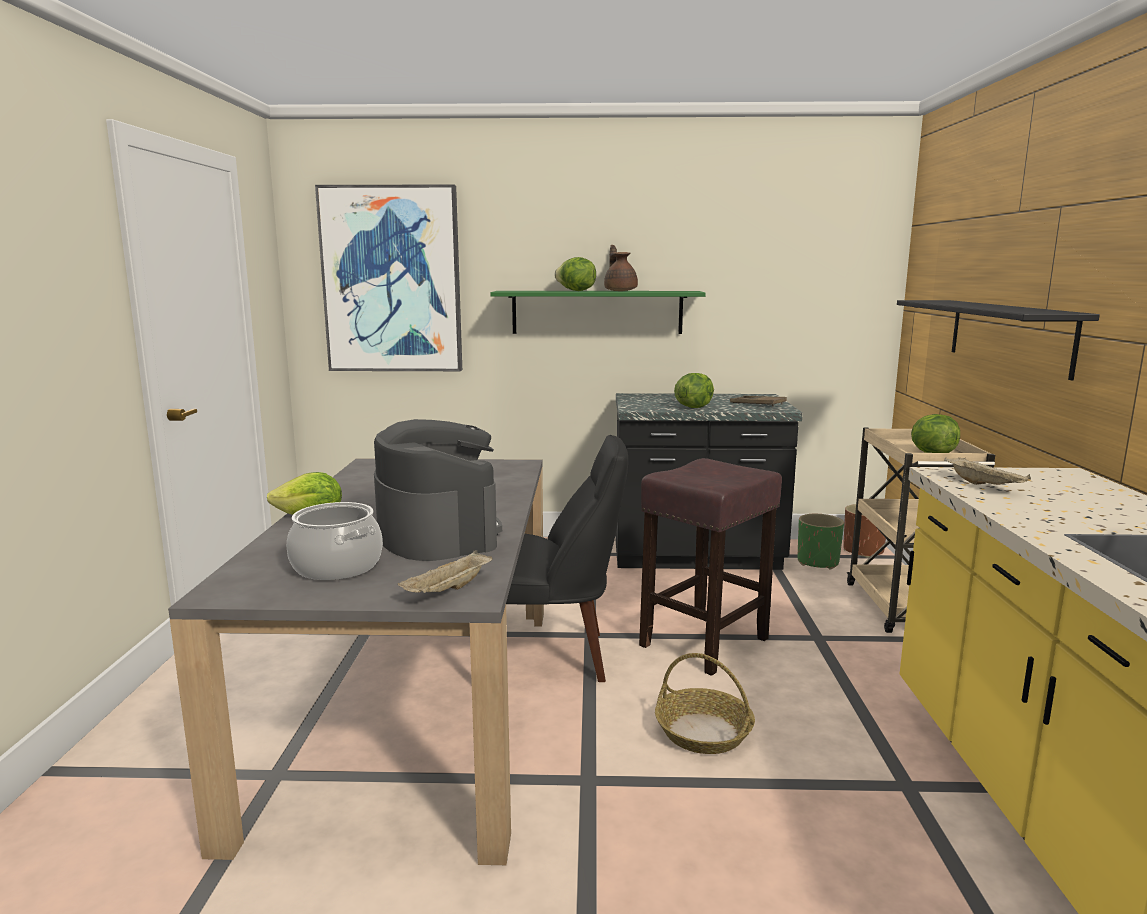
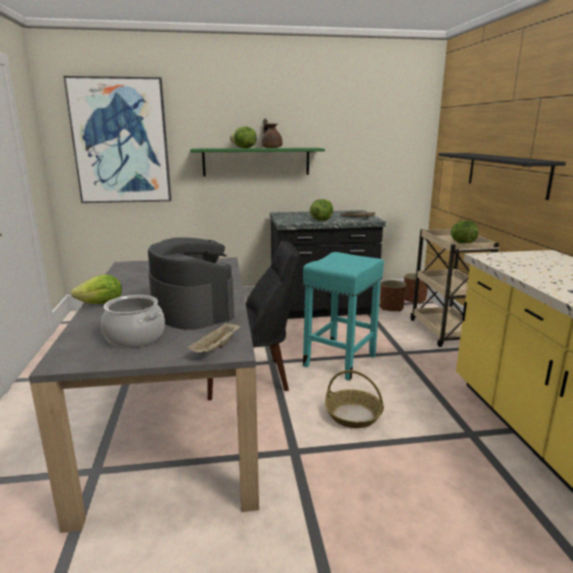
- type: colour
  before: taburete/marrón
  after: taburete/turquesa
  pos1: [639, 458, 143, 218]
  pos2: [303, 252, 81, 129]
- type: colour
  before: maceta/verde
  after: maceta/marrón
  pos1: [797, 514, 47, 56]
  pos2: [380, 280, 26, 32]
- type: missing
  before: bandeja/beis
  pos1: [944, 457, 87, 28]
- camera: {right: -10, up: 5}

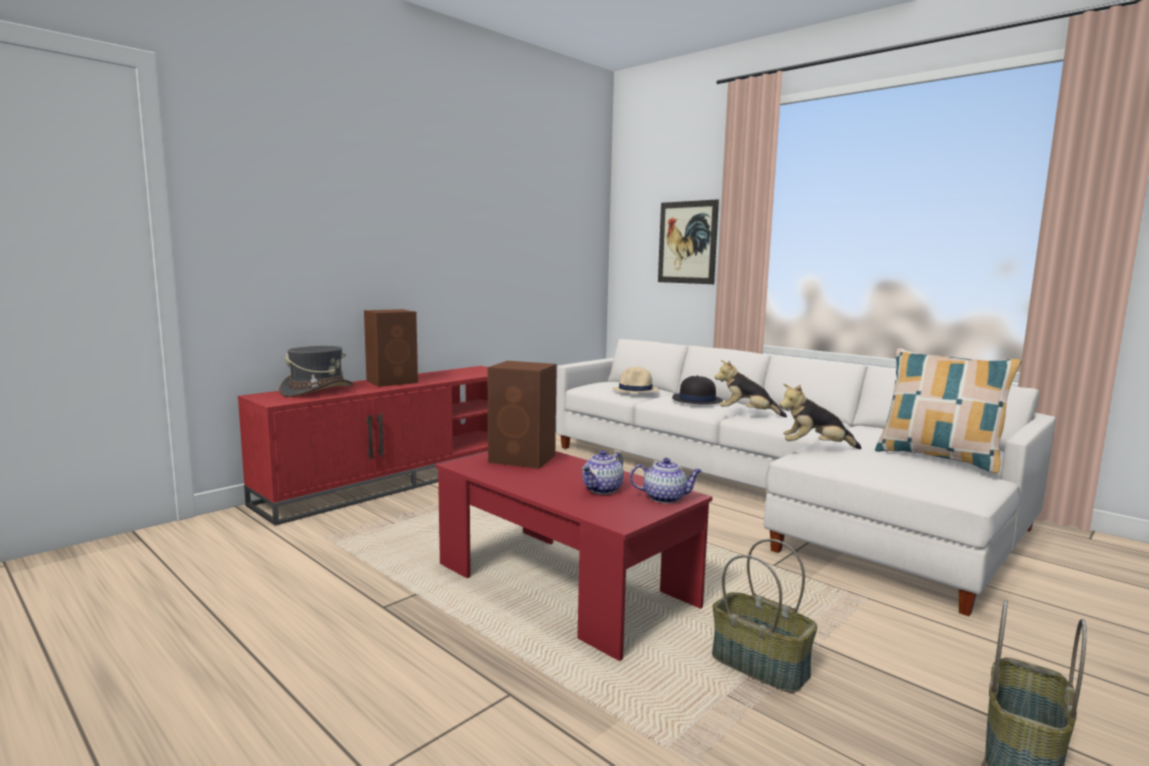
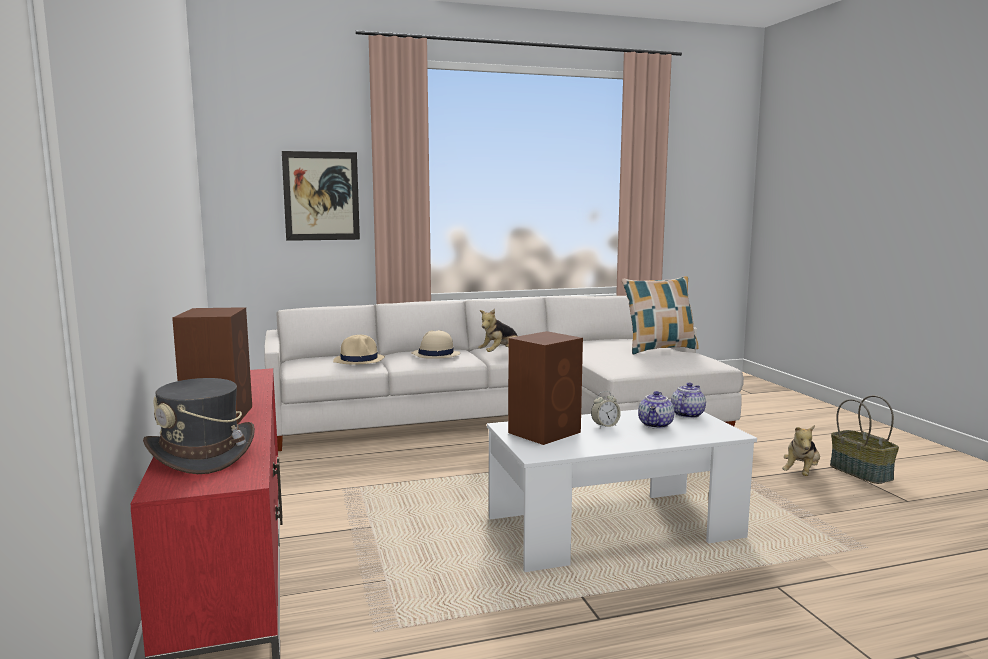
- type: colour
  before: mesa de centro/rojo
  after: mesa de centro/blanco
  pos1: [436, 451, 276, 210]
  pos2: [487, 410, 270, 162]
- type: spun
  before: tetera
  pos1: [582, 450, 42, 44]
  pos2: [638, 391, 36, 38]
  turn: 45
- type: colour
  before: sombrero/negro
  after: sombrero/beis
  pos1: [672, 375, 51, 29]
  pos2: [411, 330, 49, 29]
- type: missing
  before: cesta
  pos1: [712, 539, 106, 154]
- type: relocated
  before: peluche
  pos1: [779, 383, 83, 66]
  pos2: [782, 425, 38, 51]
- type: appeared
  after: despertador
  pos2: [591, 391, 30, 37]
- camera: {right: -60, up: 0}

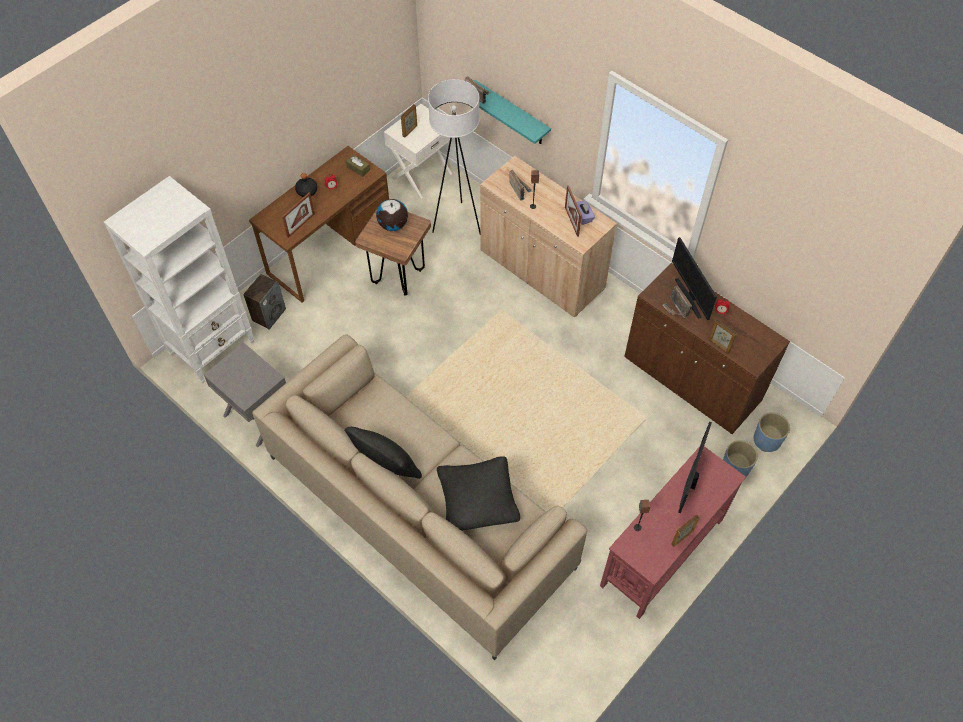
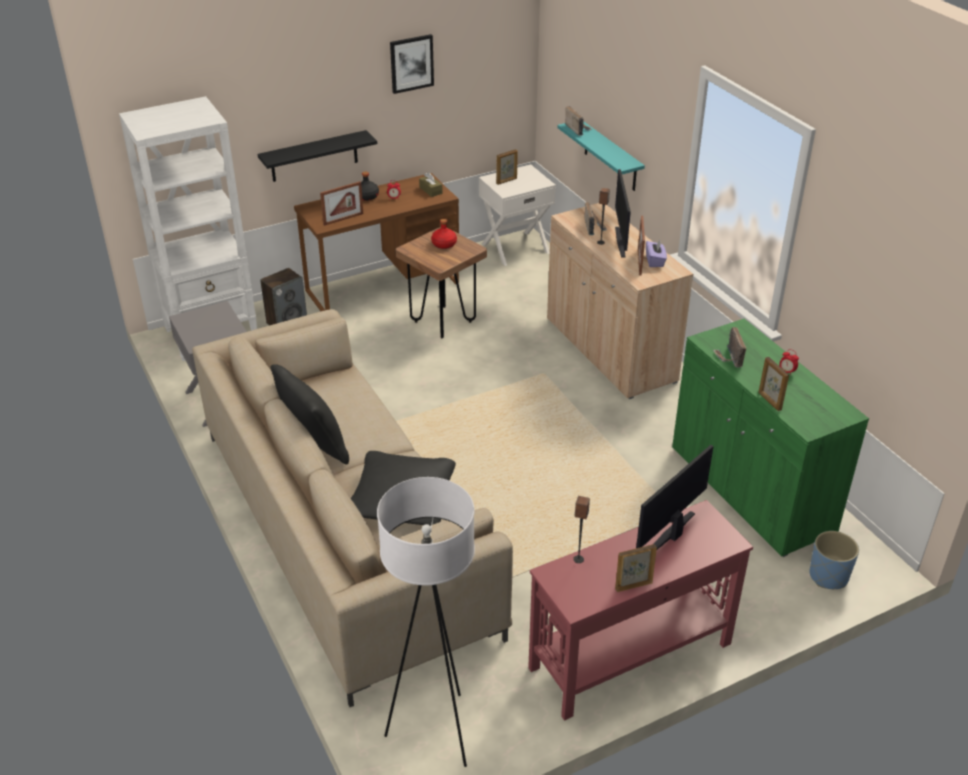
- type: exchanged
  before: globo terráqueo
  after: botella/rojo
  pos1: [376, 199, 32, 32]
  pos2: [431, 219, 26, 30]
- type: relocated
  before: lámpara de pie/blanco
  pos1: [428, 79, 52, 154]
  pos2: [377, 477, 98, 290]
- type: colour
  before: armario/marrón
  after: armario/verde
  pos1: [624, 263, 166, 171]
  pos2: [672, 319, 197, 238]
- type: relocated
  before: monitor
  pos1: [672, 237, 45, 83]
  pos2: [615, 169, 16, 89]
- type: missing
  before: maceta/azul
  pos1: [723, 440, 35, 37]
- type: appeared
  after: estante/negro
  pos2: [257, 130, 120, 52]
- type: appeared
  after: cuadro
  pos2: [390, 34, 44, 60]
- camera: {right: 20, up: -20}

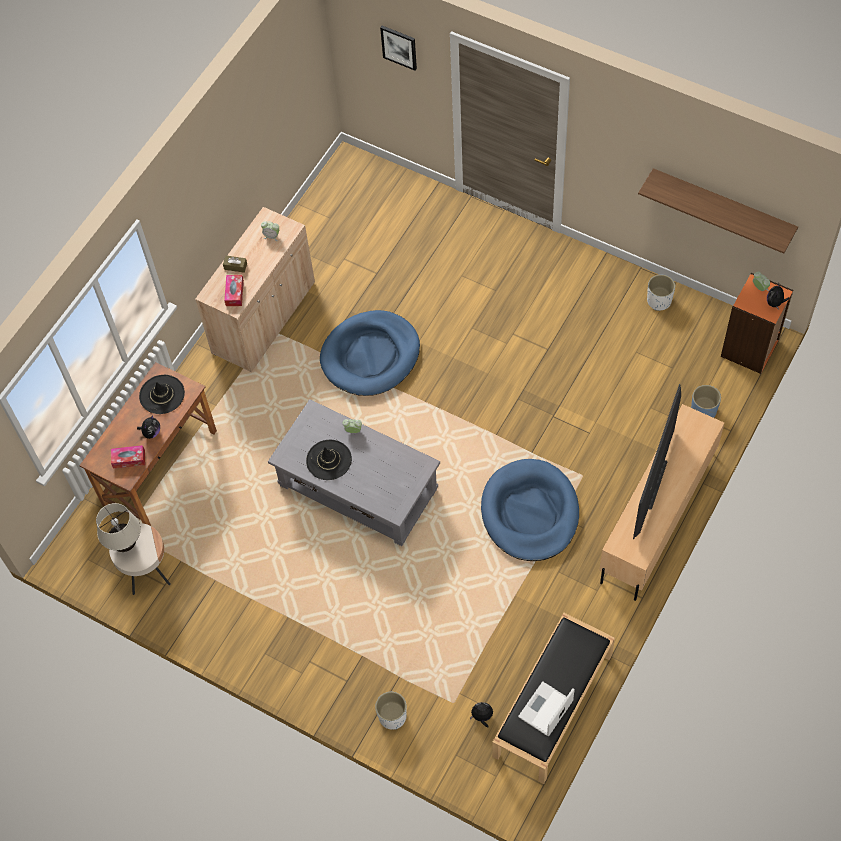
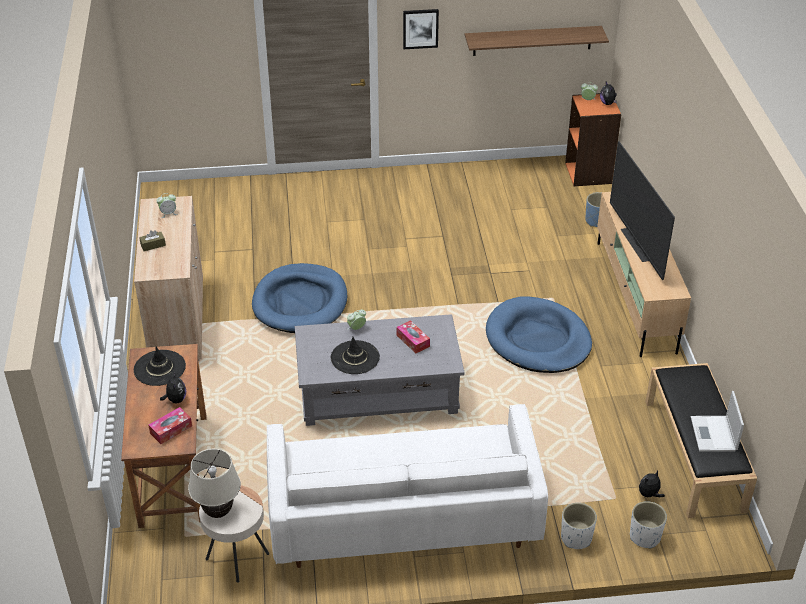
- type: relocated
  before: caja de pañuelos
  pos1: [224, 275, 20, 31]
  pos2: [396, 320, 34, 33]
- type: relocated
  before: cuadro
  pos1: [380, 26, 37, 45]
  pos2: [403, 9, 36, 40]
- type: relocated
  before: maceta/blanco
  pos1: [647, 275, 28, 36]
  pos2: [630, 501, 37, 48]
- type: appeared
  after: sofá/blanco
  pos2: [267, 404, 281, 164]
- camera: {right: -40, up: -20}

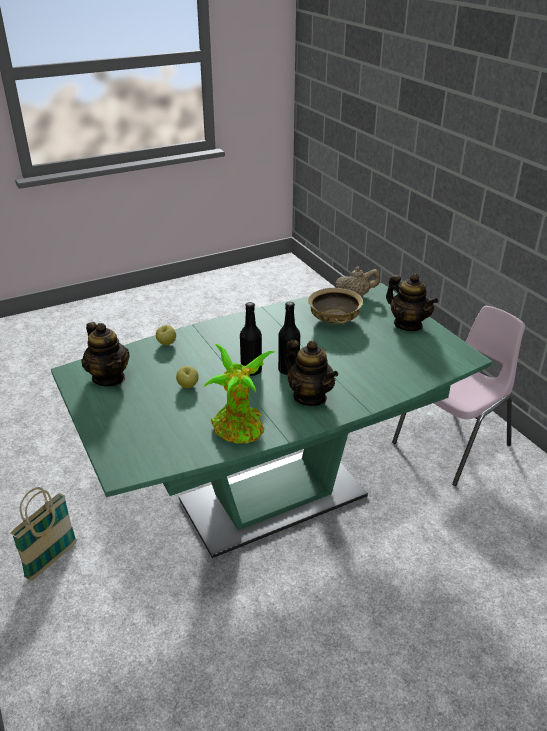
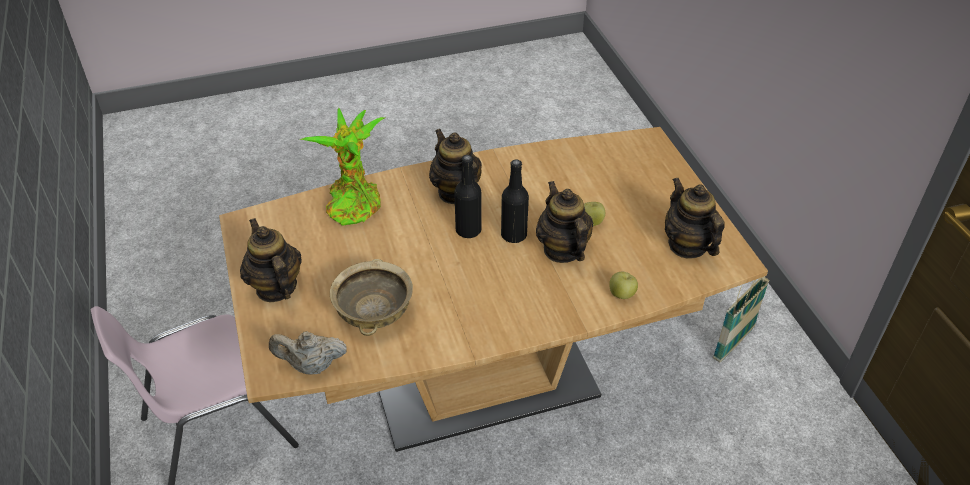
- type: colour
  before: mesa de comedor/verde
  after: mesa de comedor/marrón
  pos1: [51, 283, 442, 275]
  pos2: [219, 127, 549, 325]
- type: relocated
  before: planta en maceta
  pos1: [204, 344, 72, 100]
  pos2: [299, 108, 86, 118]
- type: appeared
  after: tetera
  pos2: [536, 181, 57, 82]
- camera: {right: -170, up: 10}

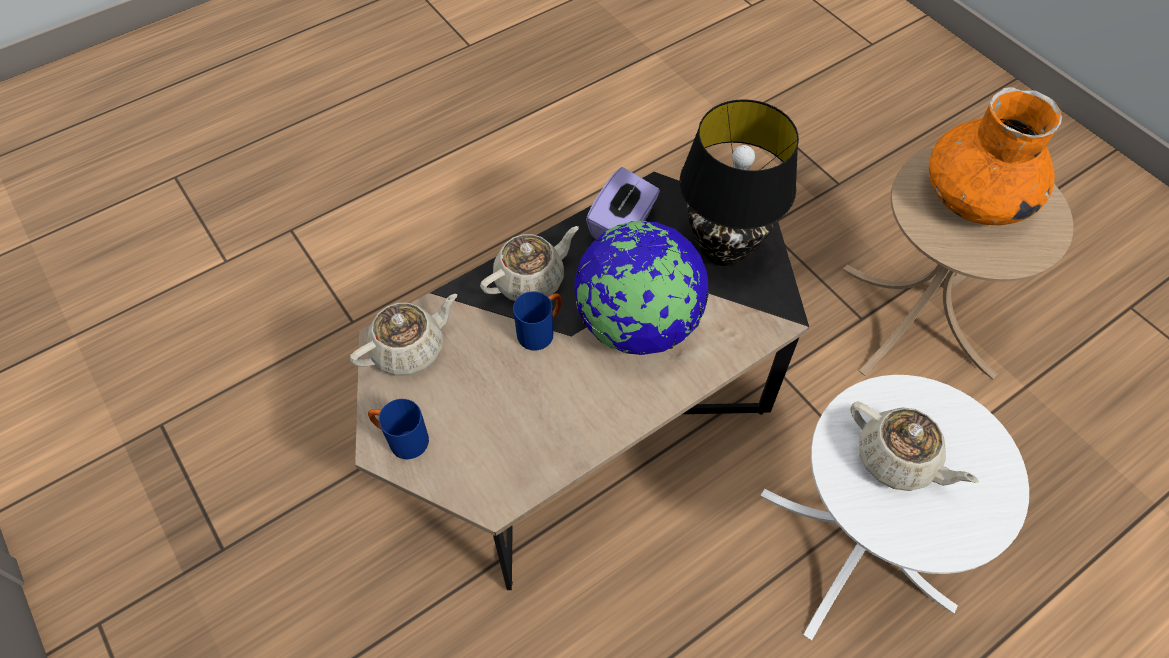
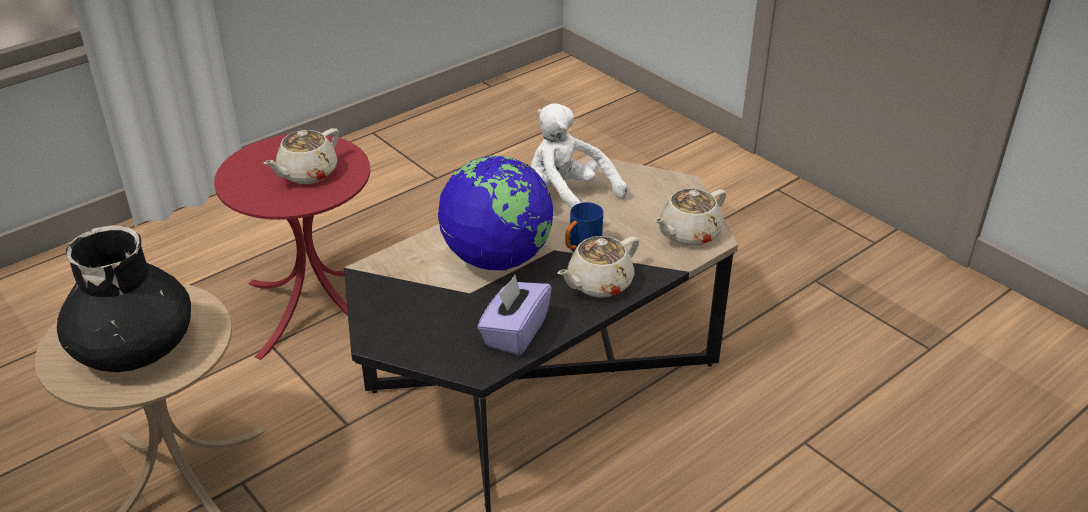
- type: missing
  before: taza grande/azul
  pos1: [368, 399, 61, 60]
- type: missing
  before: lámpara de mesa/negro
  pos1: [680, 99, 119, 167]
- type: colour
  before: mesa auxiliar/blanco
  after: mesa auxiliar/rojo
  pos1: [761, 375, 268, 266]
  pos2: [214, 134, 156, 226]
- type: spun
  before: tetera/beis
  pos1: [850, 401, 129, 90]
  pos2: [264, 128, 75, 56]
  turn: -90
- type: colour
  before: florero/naranja
  after: florero/negro
  pos1: [929, 87, 133, 139]
  pos2: [57, 225, 134, 147]
- type: appeared
  after: peluche/blanco
  pos2: [531, 103, 96, 105]
- camera: {right: 175, up: -20}

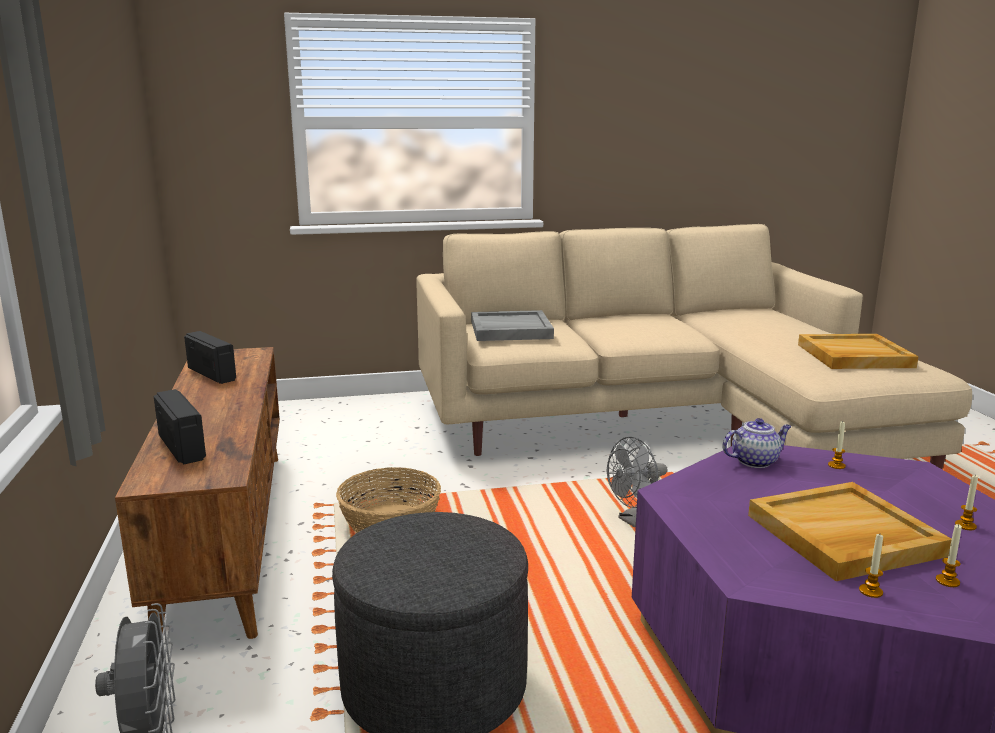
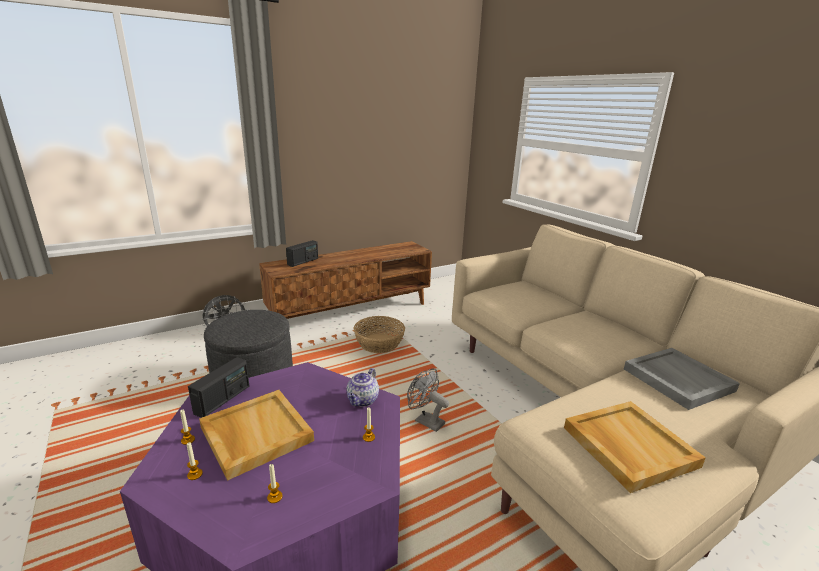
- type: relocated
  before: radio
  pos1: [184, 331, 52, 53]
  pos2: [188, 357, 61, 61]
- type: relocated
  before: bandeja/gris
  pos1: [471, 310, 83, 31]
  pos2: [624, 348, 116, 62]
- type: spun
  before: tetera
  pos1: [722, 418, 70, 50]
  pos2: [346, 368, 33, 39]
  turn: 60
- camera: {right: 70, up: 5}

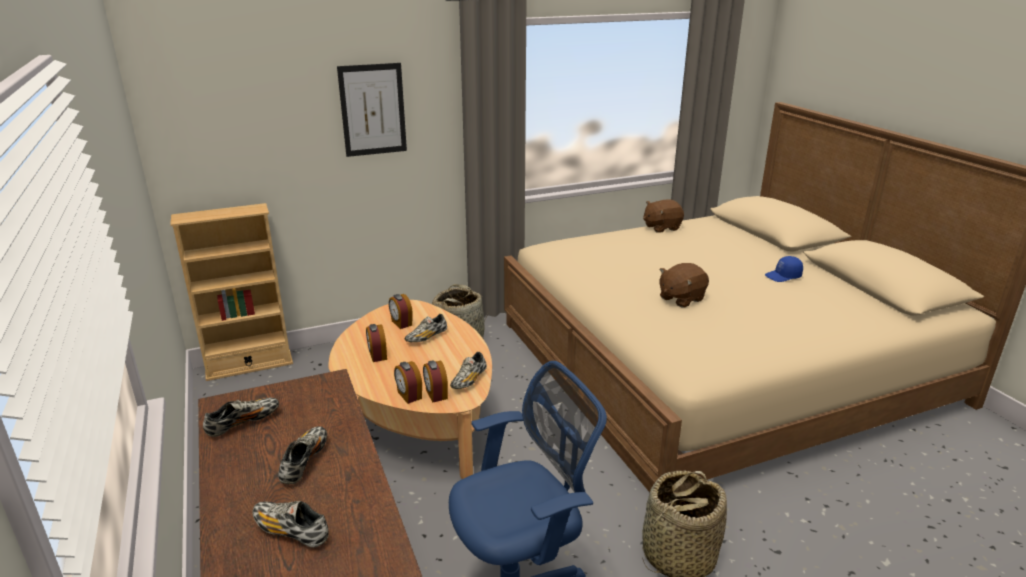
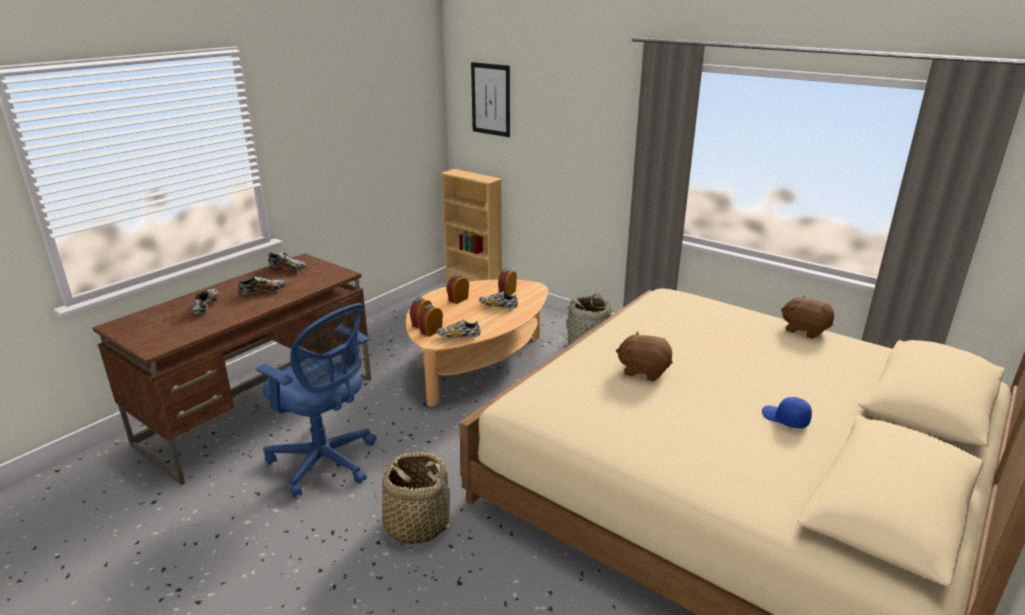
- type: relocated
  before: cuadro
  pos1: [337, 63, 70, 94]
  pos2: [471, 62, 39, 75]
- camera: {right: 60, up: 0}

